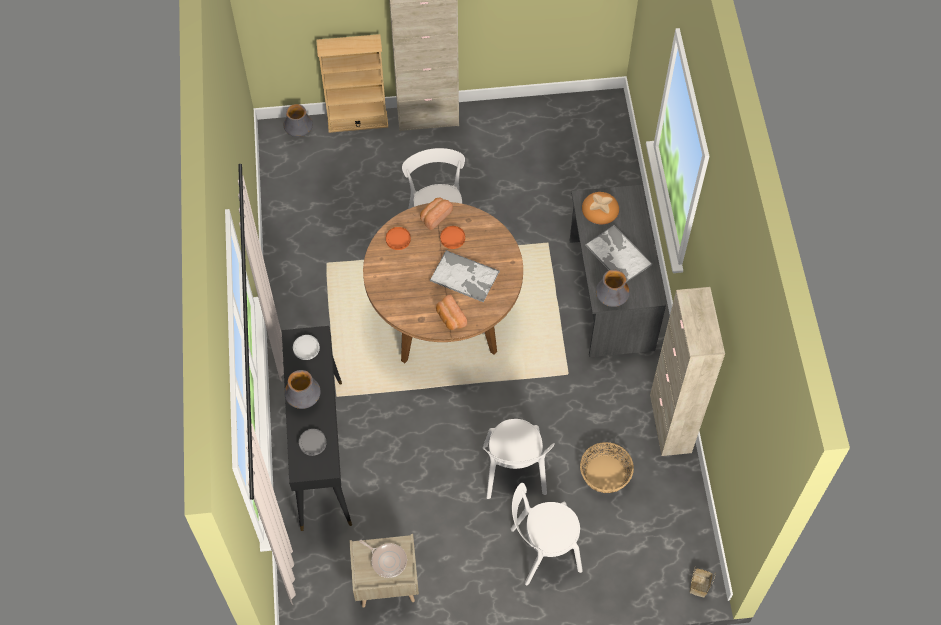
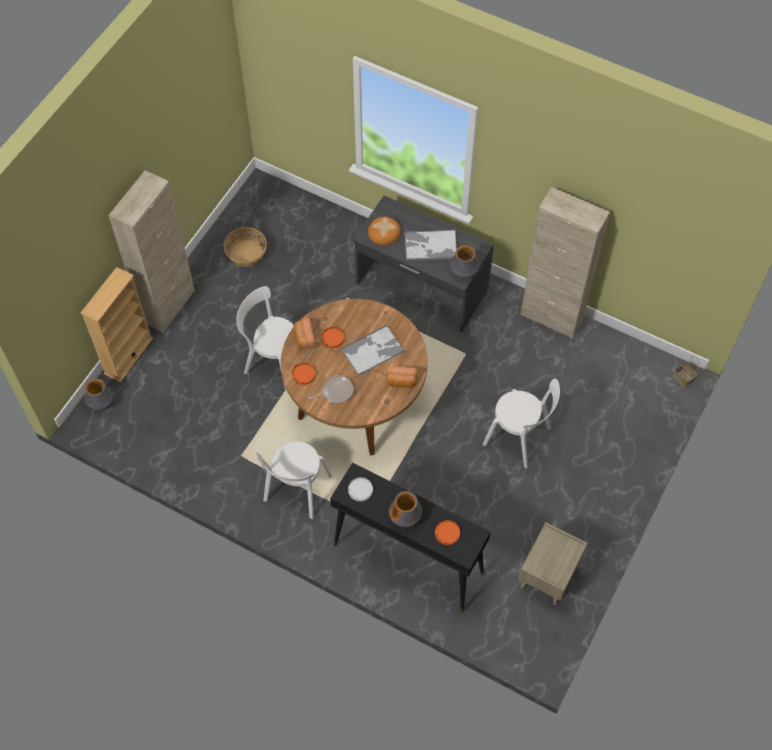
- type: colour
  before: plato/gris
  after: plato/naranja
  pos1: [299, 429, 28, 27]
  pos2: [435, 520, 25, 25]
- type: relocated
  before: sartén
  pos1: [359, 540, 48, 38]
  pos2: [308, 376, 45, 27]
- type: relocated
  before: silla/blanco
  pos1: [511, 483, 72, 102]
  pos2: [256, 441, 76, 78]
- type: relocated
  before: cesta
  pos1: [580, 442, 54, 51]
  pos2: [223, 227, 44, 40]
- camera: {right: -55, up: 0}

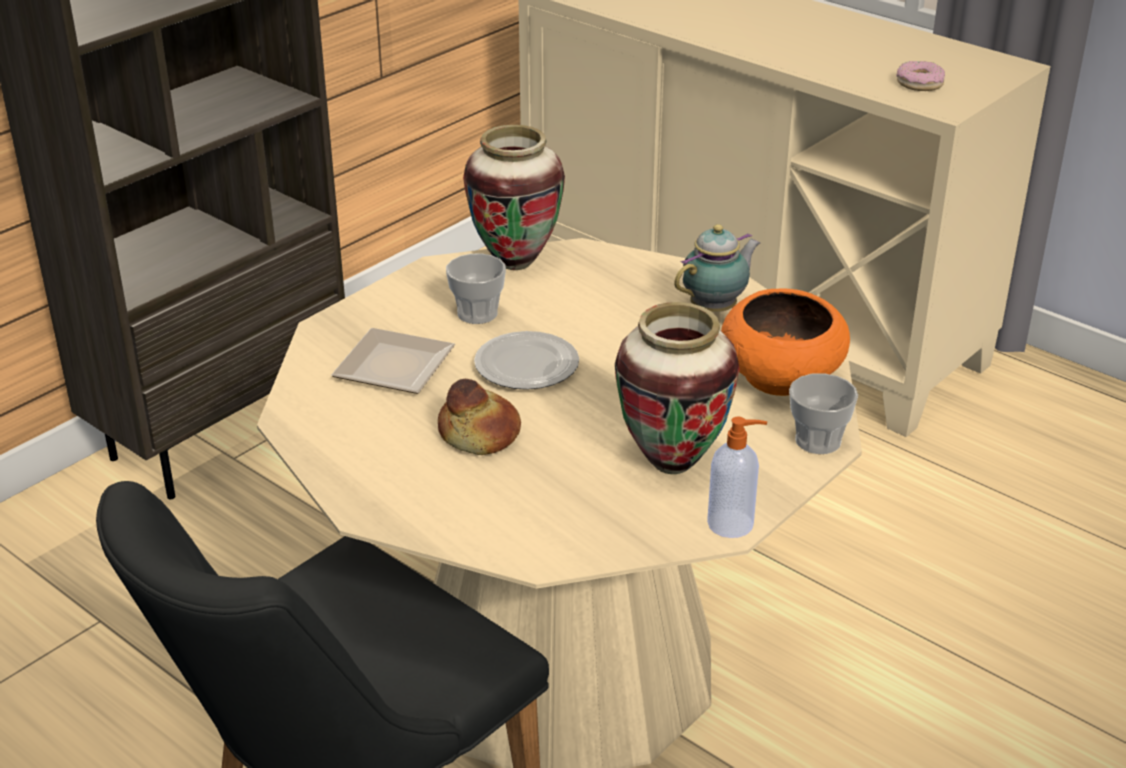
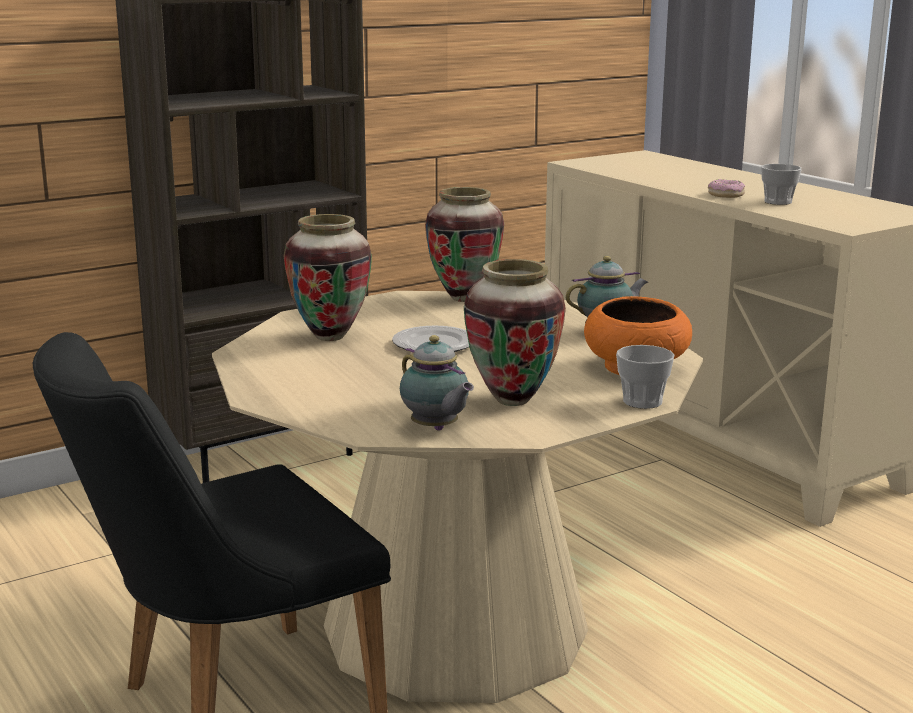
- type: exchanged
  before: plato
  after: florero
  pos1: [331, 328, 124, 66]
  pos2: [284, 214, 88, 127]
- type: missing
  before: pan
  pos1: [438, 379, 83, 76]
- type: relocated
  before: taza
  pos1: [446, 253, 60, 71]
  pos2: [761, 164, 41, 41]
- type: missing
  before: dispensador de jabón
  pos1: [707, 417, 60, 121]
- type: relocated
  before: rosquilla
  pos1: [897, 61, 48, 30]
  pos2: [708, 179, 37, 19]
- type: appeared
  after: tetera
  pos2: [400, 335, 74, 96]
- camera: {right: 15, up: -15}

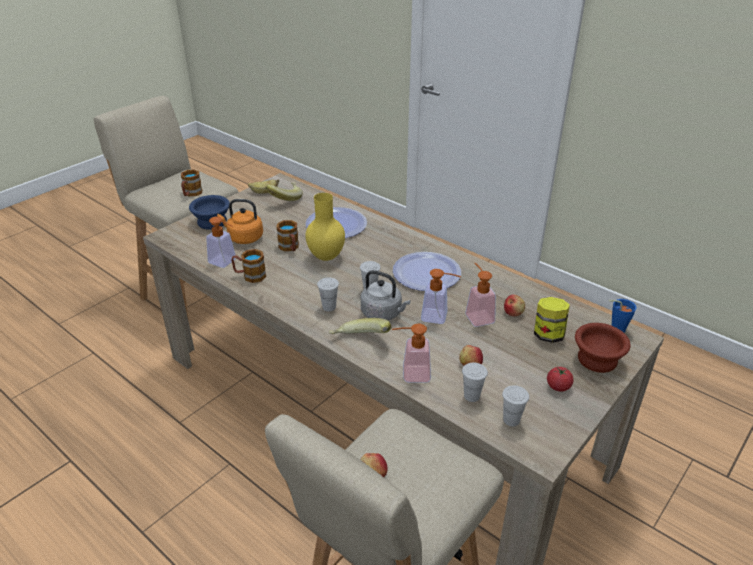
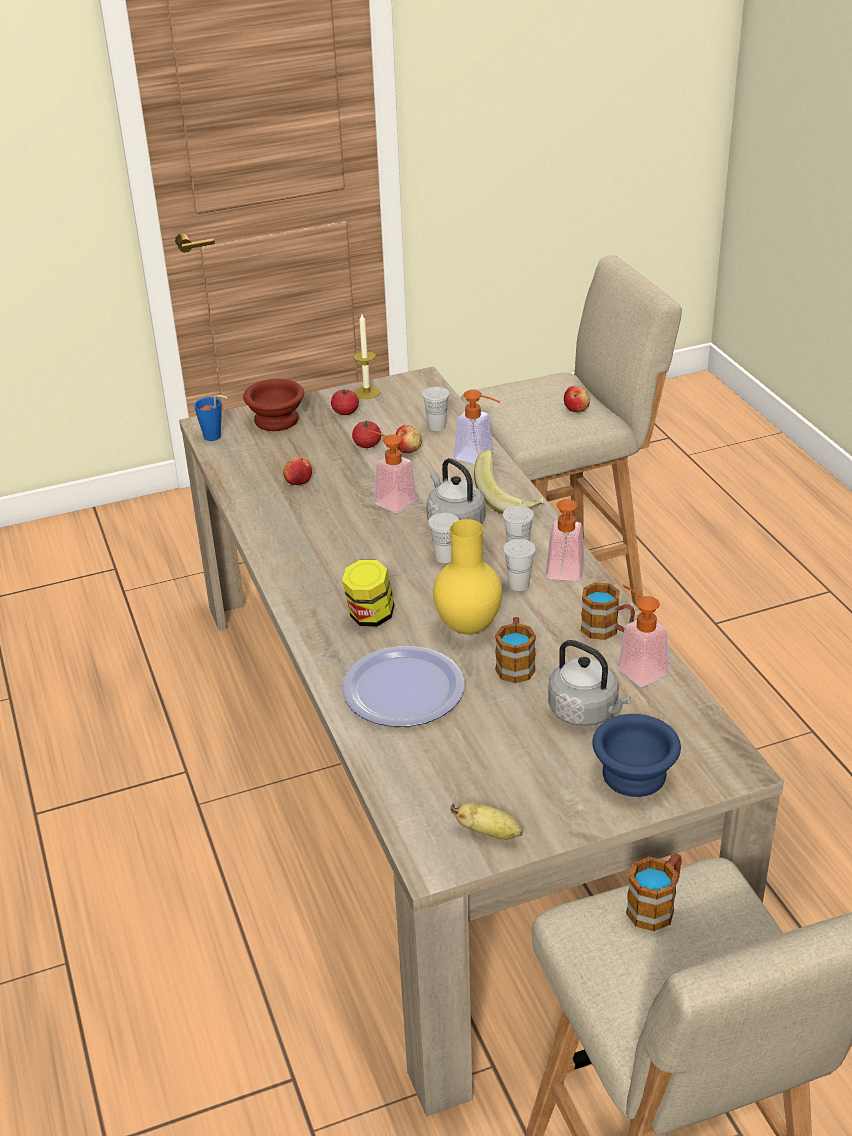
- type: colour
  before: hervidor/naranja
  after: hervidor/gris
  pos1: [217, 199, 46, 45]
  pos2: [548, 640, 83, 86]
- type: missing
  before: plátano
  pos1: [265, 182, 38, 19]
- type: missing
  before: plato
  pos1: [393, 252, 68, 39]
- type: relocated
  before: dispensador de jabón
  pos1: [465, 263, 31, 64]
  pos2: [546, 499, 39, 82]
- type: relocated
  before: taza/blanco
  pos1: [502, 385, 27, 41]
  pos2: [503, 539, 33, 52]
- type: relocated
  before: tarro
  pos1: [534, 297, 36, 46]
  pos2: [342, 560, 52, 67]
- type: appeared
  after: tomate
  pos2: [352, 420, 29, 28]
- type: appeared
  after: vela
  pos2: [353, 314, 27, 85]
- camera: {right: -150, up: 0}

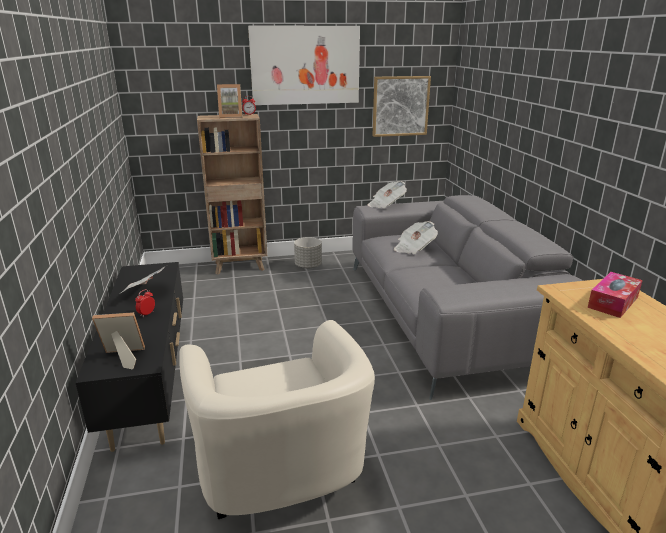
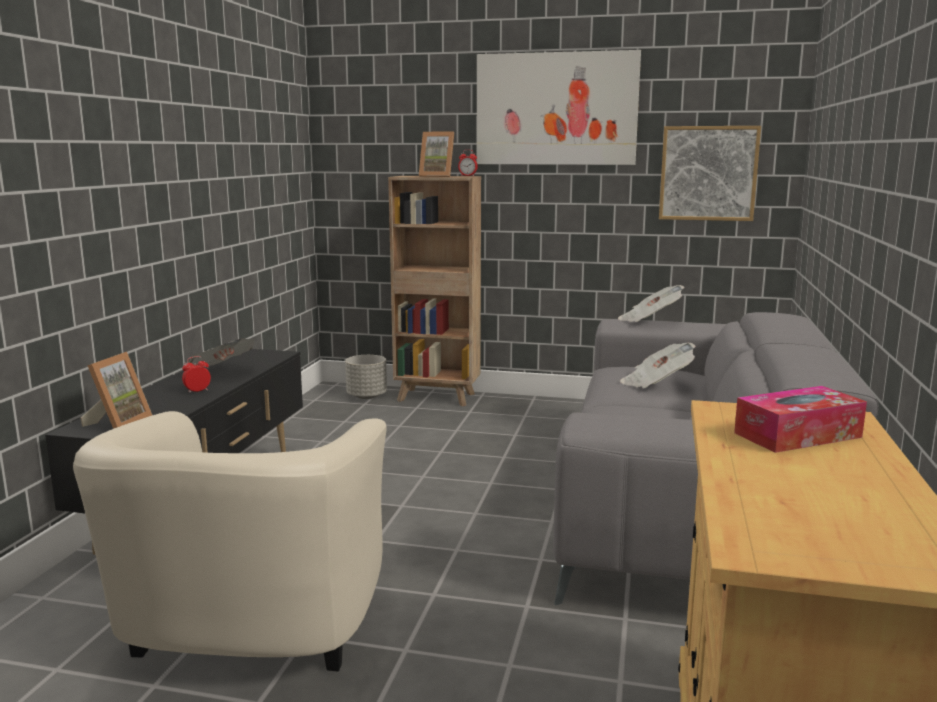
- type: spun
  before: portarretratos
  pos1: [92, 312, 53, 58]
  pos2: [81, 352, 71, 77]
  turn: 90
- type: relocated
  before: maceta/gris
  pos1: [294, 237, 28, 31]
  pos2: [345, 355, 42, 44]
- camera: {right: 25, up: -10}

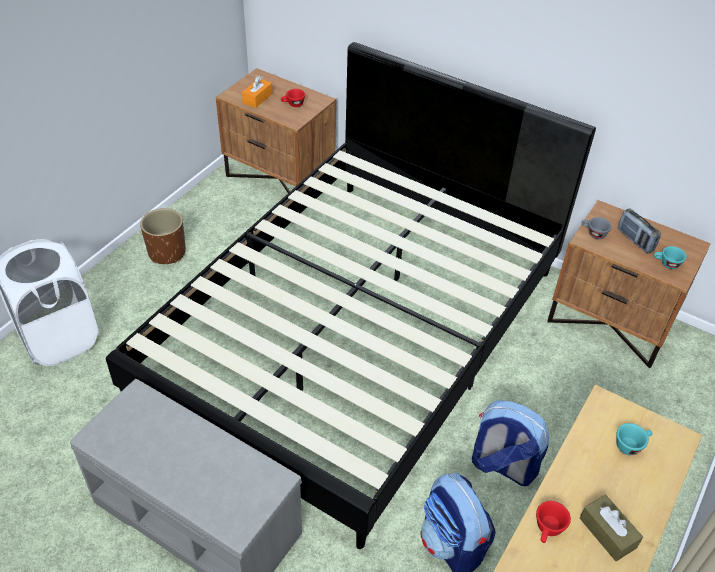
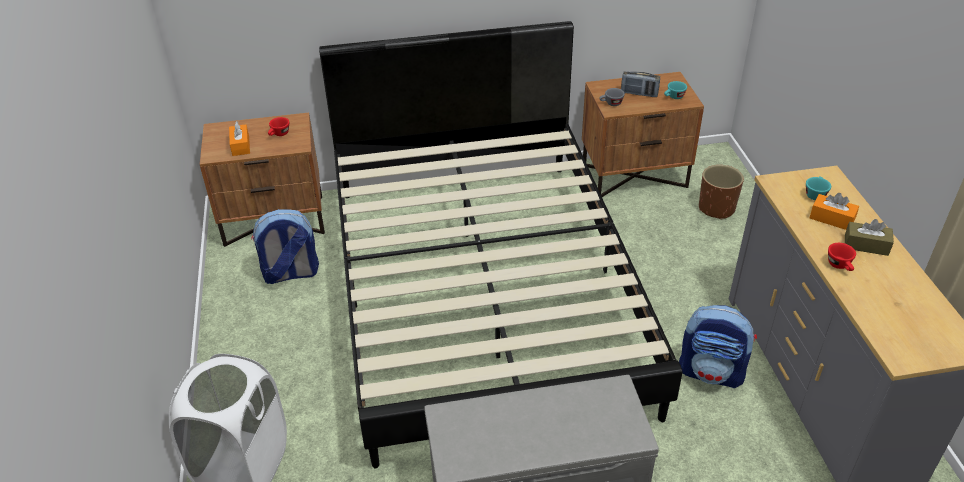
- type: relocated
  before: maceta/marrón
  pos1: [140, 208, 46, 56]
  pos2: [699, 165, 45, 55]
- type: relocated
  before: mochila
  pos1: [472, 400, 78, 86]
  pos2: [251, 209, 68, 75]
- type: appeared
  after: caja de pañuelos/naranja
  pos2: [810, 193, 49, 37]
- camera: {right: -40, up: -5}

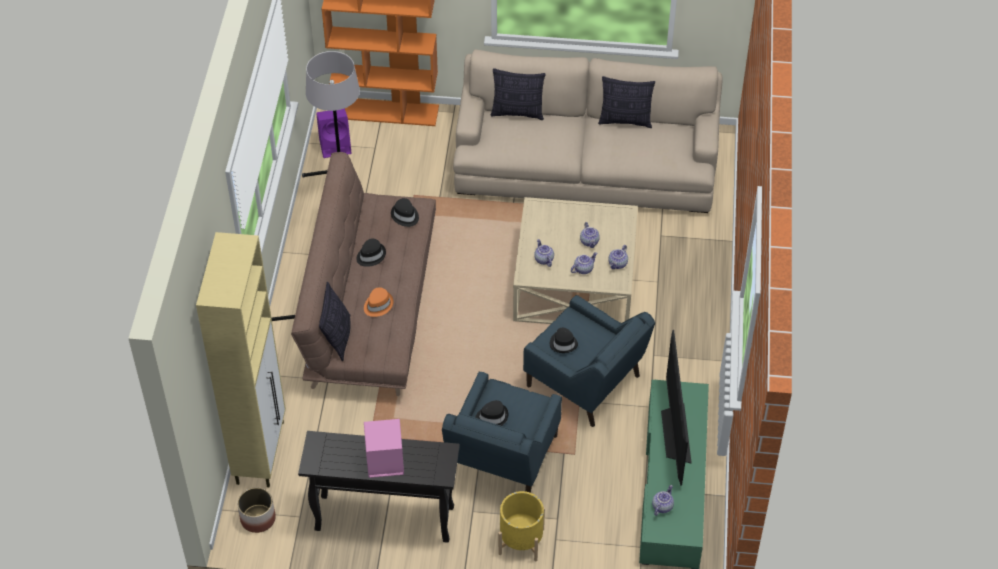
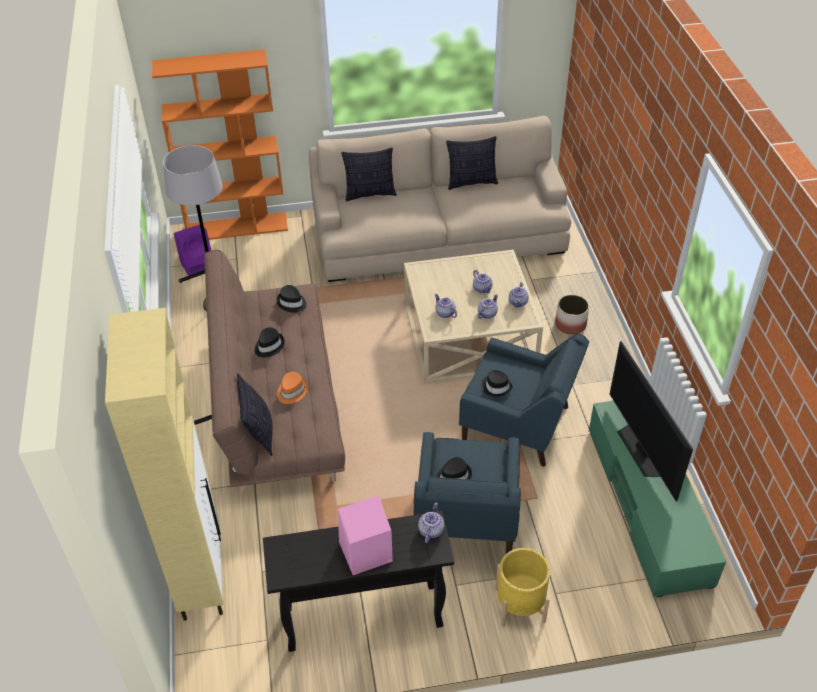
- type: relocated
  before: maceta
  pos1: [237, 487, 39, 46]
  pos2: [555, 294, 34, 41]
- type: relocated
  before: tetera
  pos1: [652, 485, 22, 31]
  pos2: [418, 502, 26, 41]
- camera: {right: -15, up: -5}

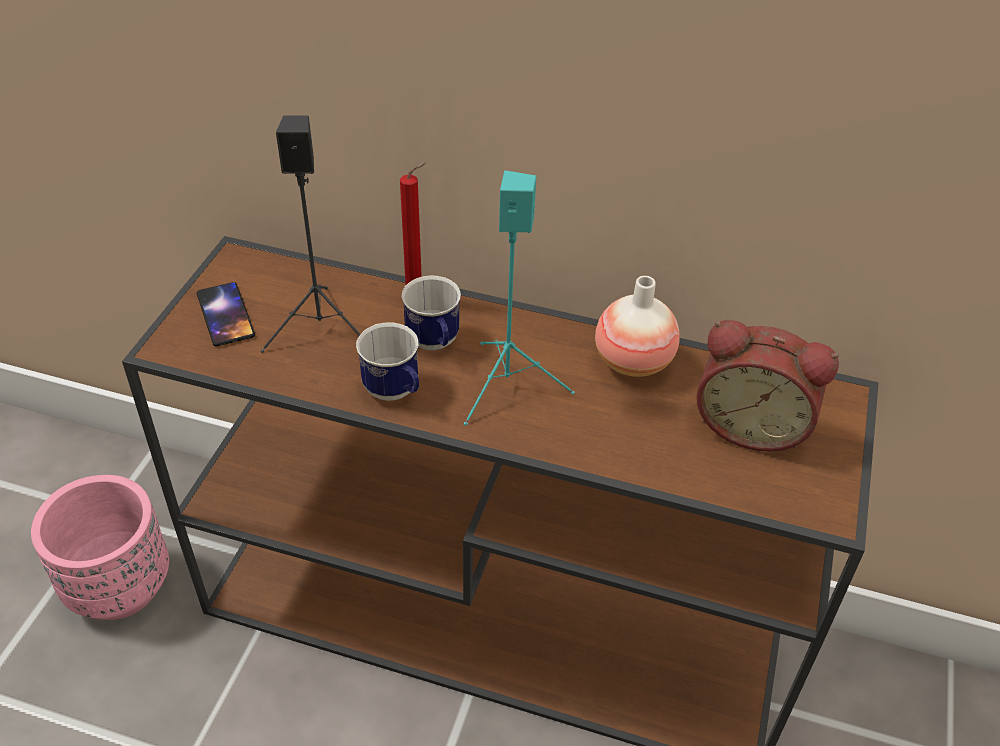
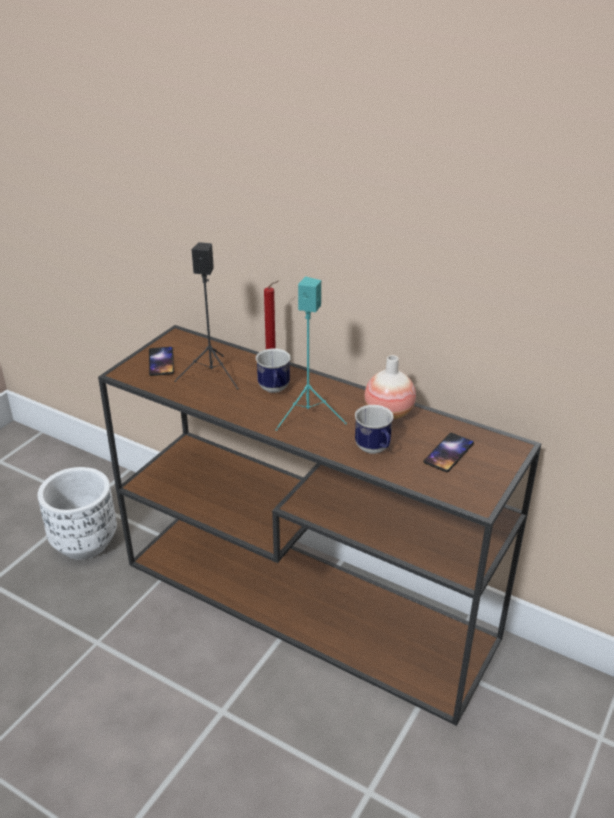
- type: colour
  before: maceta/rosa
  after: maceta/blanco
  pos1: [31, 475, 138, 145]
  pos2: [37, 467, 80, 93]
- type: relocated
  before: taza grande
  pos1: [356, 322, 63, 79]
  pos2: [355, 405, 39, 49]
- type: exchanged
  before: despertador
  after: móvil
  pos1: [696, 320, 143, 131]
  pos2: [423, 433, 51, 39]
- camera: {right: 15, up: -10}

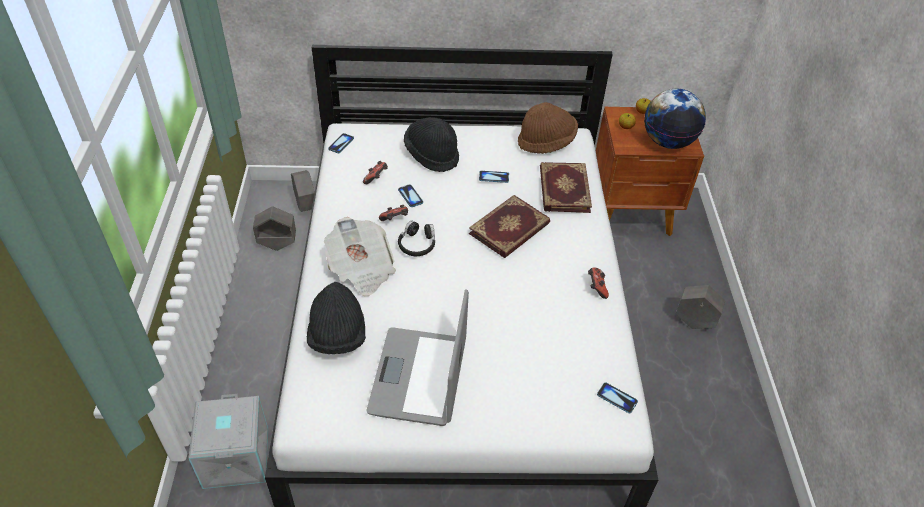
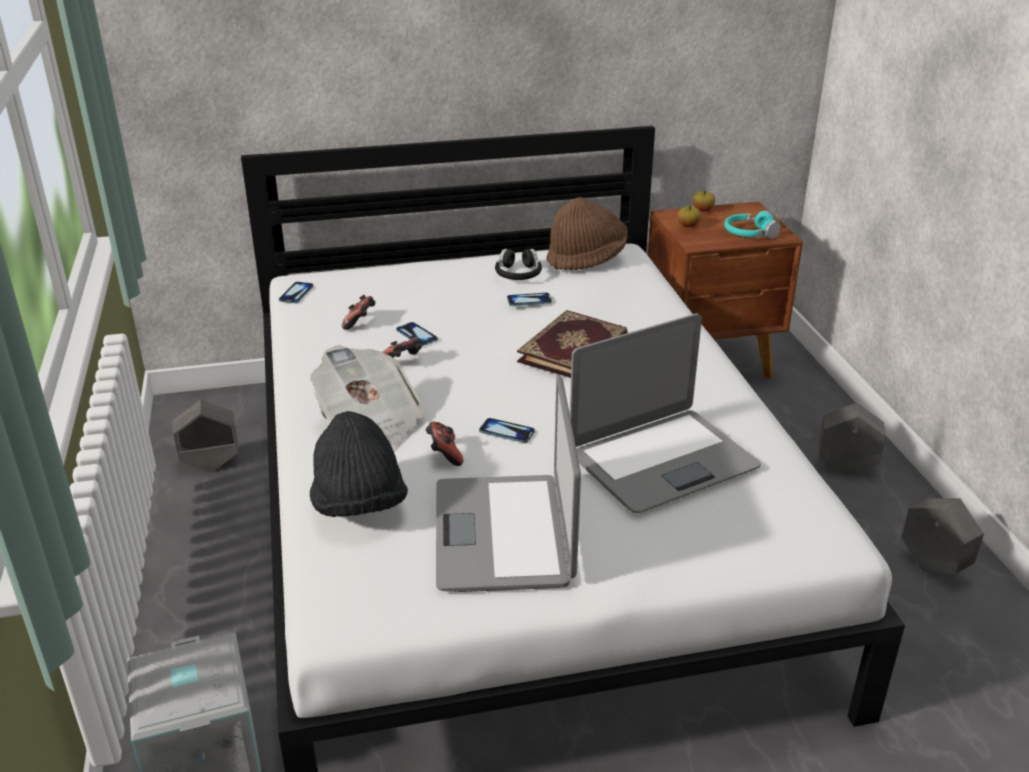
- type: relocated
  before: maceta/gris
  pos1: [291, 170, 24, 42]
  pos2: [902, 498, 82, 76]
- type: relocated
  before: auriculares/negro
  pos1: [398, 221, 37, 35]
  pos2: [495, 249, 47, 31]
- type: missing
  before: sombrero/negro
  pos1: [404, 117, 55, 55]
- type: missing
  before: libro
  pos1: [540, 162, 52, 51]
- type: relocated
  before: mando de consola
  pos1: [588, 267, 21, 32]
  pos2: [426, 421, 37, 45]
- type: relocated
  before: móvil
  pos1: [597, 383, 41, 30]
  pos2: [479, 418, 56, 25]
- type: exchanged
  before: globo terráqueo
  after: auriculares/turquesa
  pos1: [644, 89, 62, 60]
  pos2: [724, 210, 57, 29]
- type: appeared
  after: portátil
  pos2: [570, 313, 191, 200]
- camera: {right: -10, up: -15}

